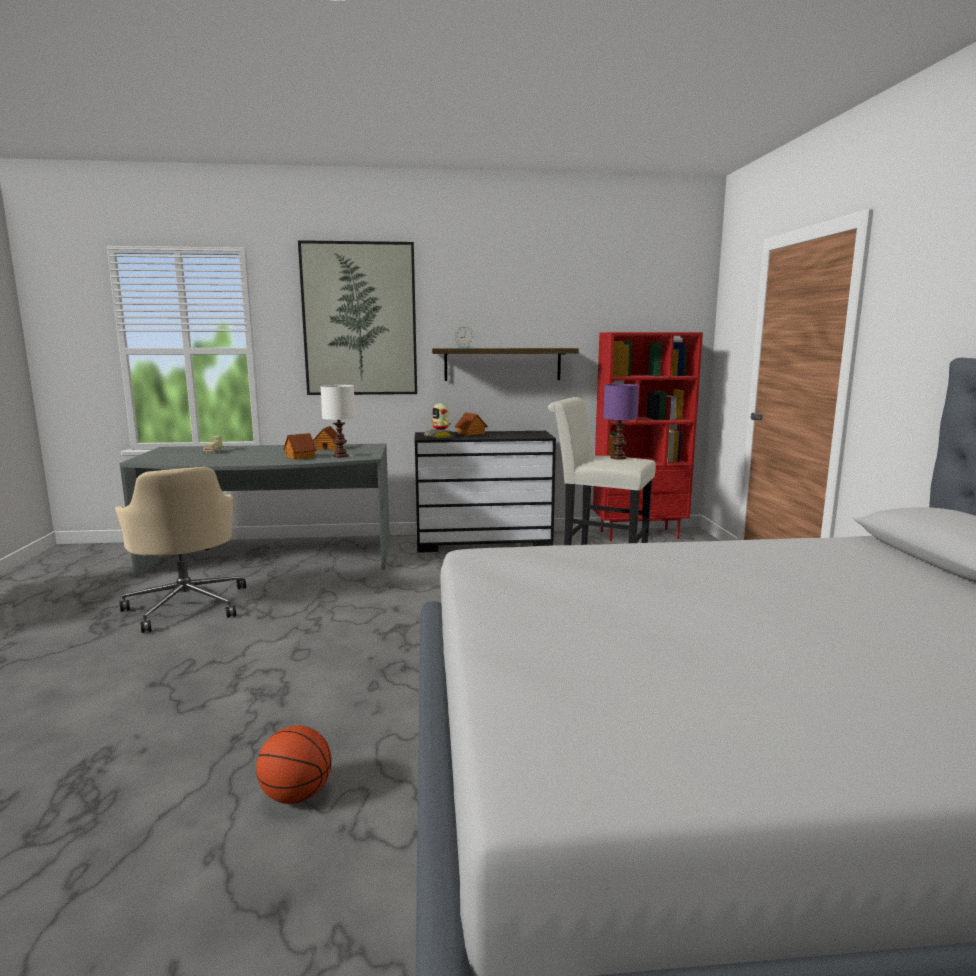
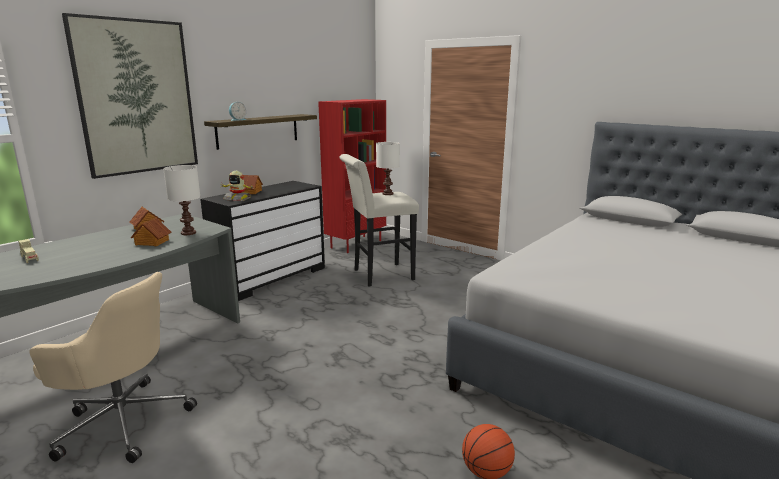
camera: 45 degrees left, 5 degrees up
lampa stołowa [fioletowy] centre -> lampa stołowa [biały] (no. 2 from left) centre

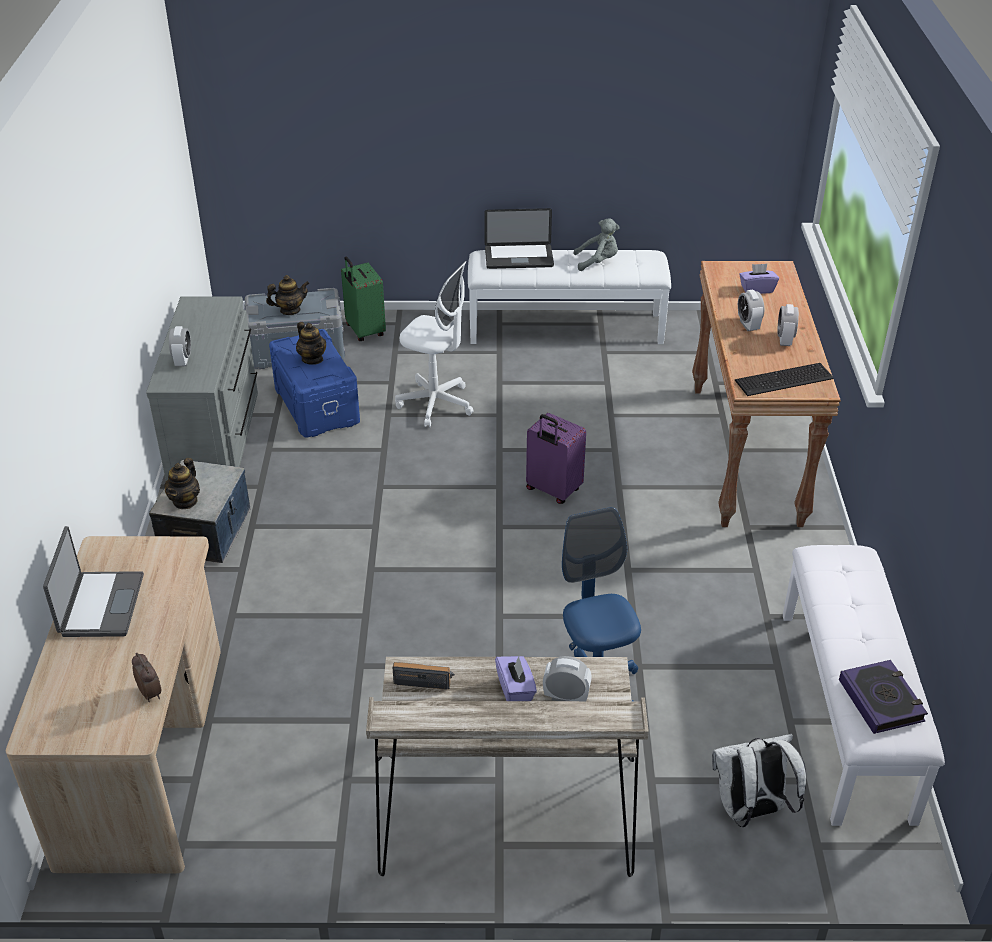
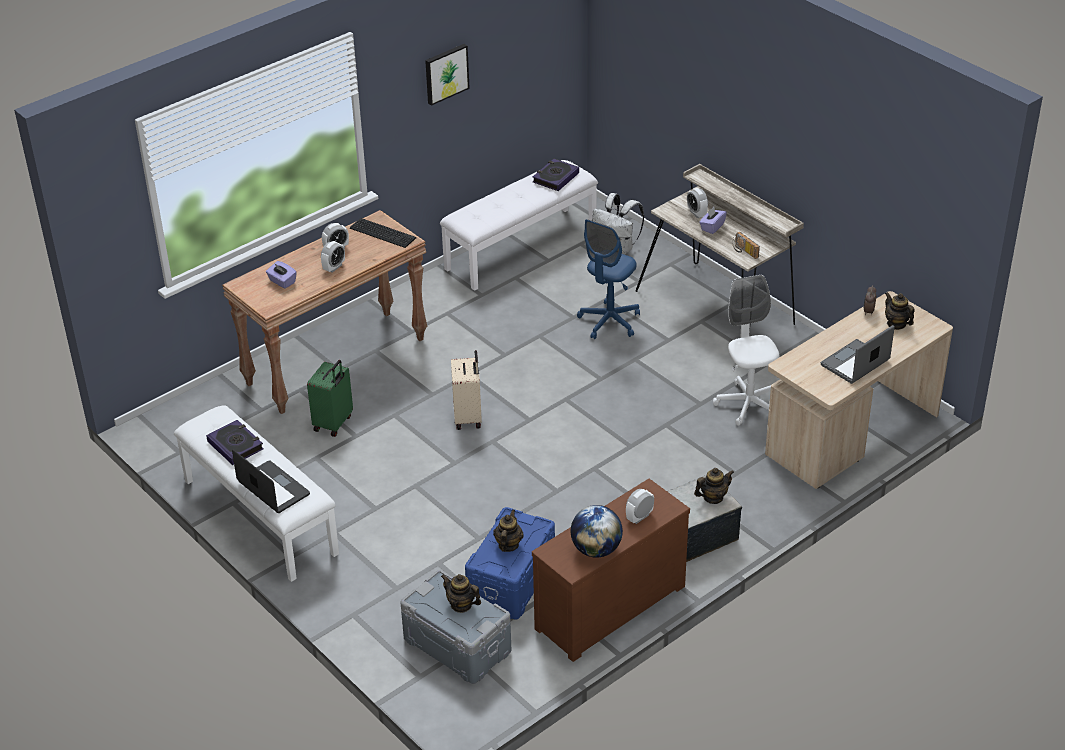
camera: 130 degrees left, 0 degrees up
none -> obraz top centre
none -> globus bottom centre
none -> imbryk (no. 4 from left) middle right
walizka [zielony] top centre -> walizka [zielony] middle left, relocated
krzesło biurowe [biały] centre -> krzesło biurowe [biały] middle right, relocated
pluszak [szary] top centre -> książka (no. 1 from left) middle left
komoda [szary] middle left -> komoda [brązowy] bottom centre
walizka [fioletowy] centre -> walizka [beżowy] centre

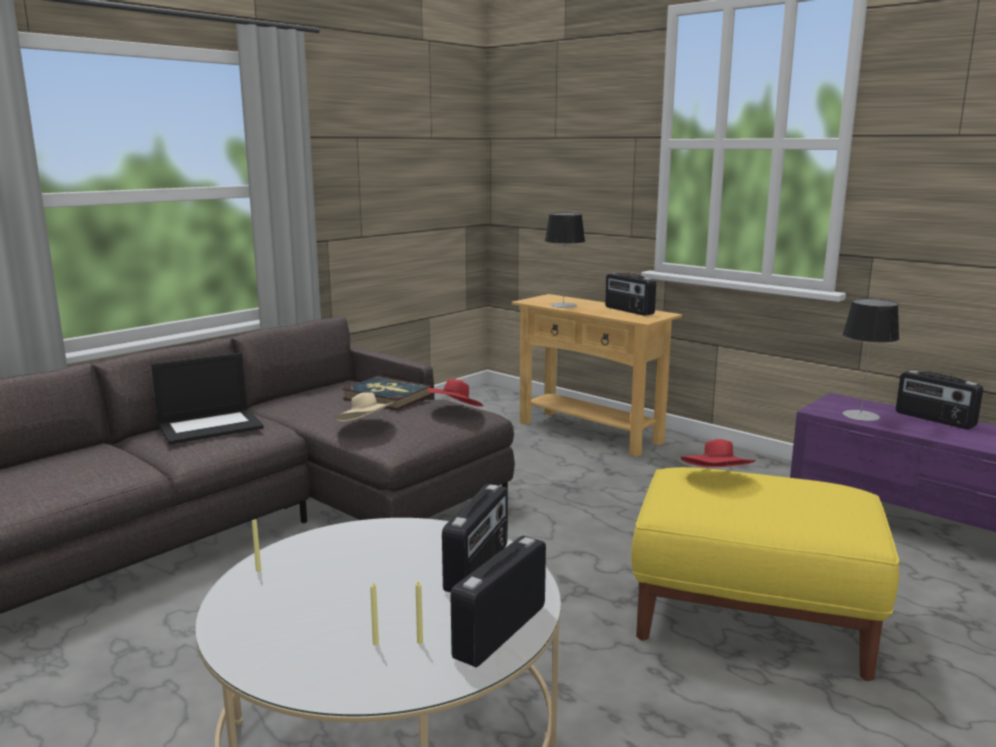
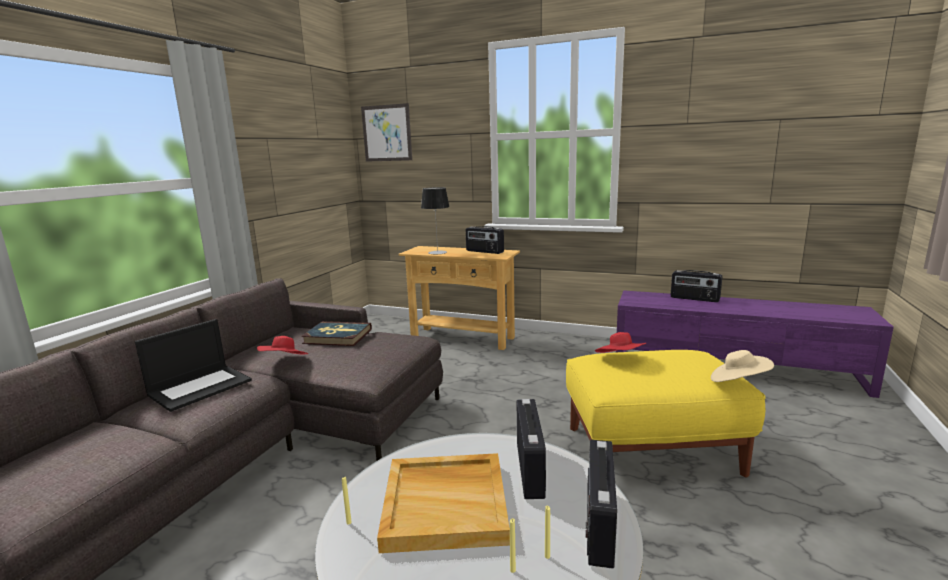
camera: 20 degrees left, 0 degrees up
lampa stołowa (no. 2 from left) middle right -> none
none -> obraz top centre
none -> taca [beżowy] bottom centre
kapelusz [beżowy] centre -> kapelusz [beżowy] middle right, relocated
kapelusz [czerwony] (no. 1 from left) centre -> kapelusz [czerwony] (no. 1 from left) middle left, relocated

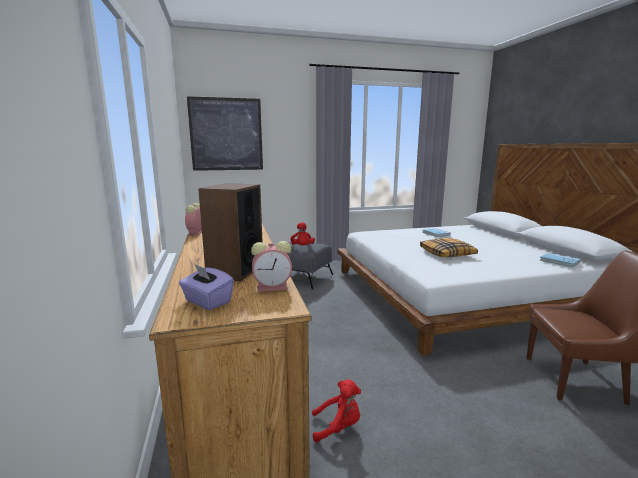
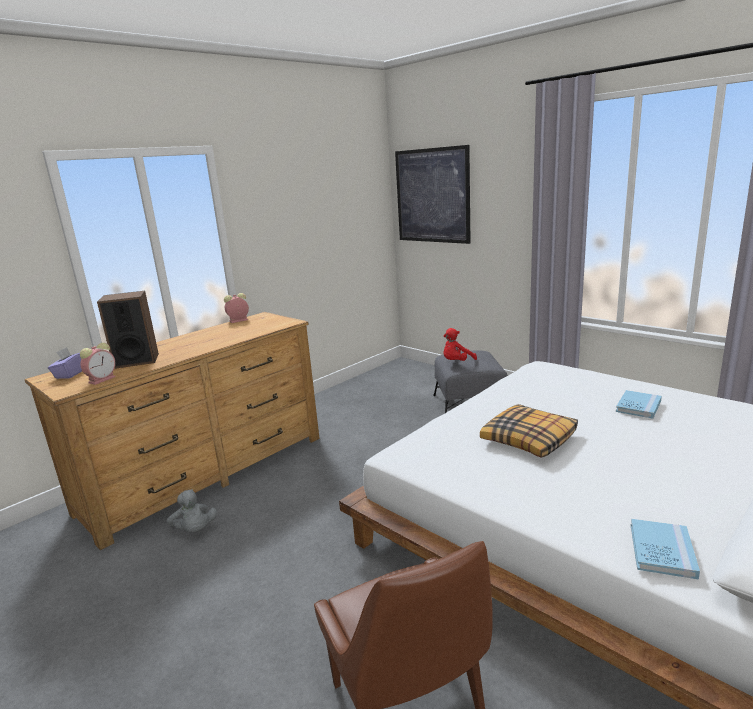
camera: 60 degrees right, 5 degrees up
pluszak [czerwony] (no. 2 from left) bottom centre -> pluszak [szary] bottom left
budzik (no. 2 from left in the first image) centre -> budzik (no. 1 from left) middle left, 105 degrees counterclockwise

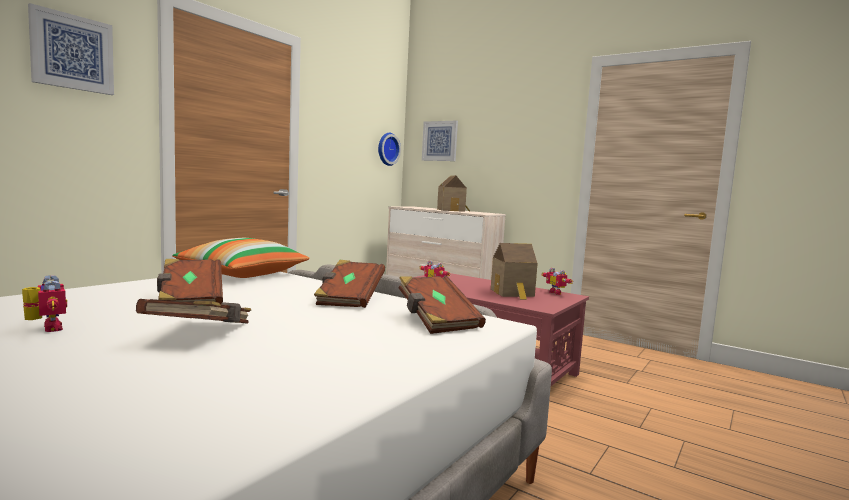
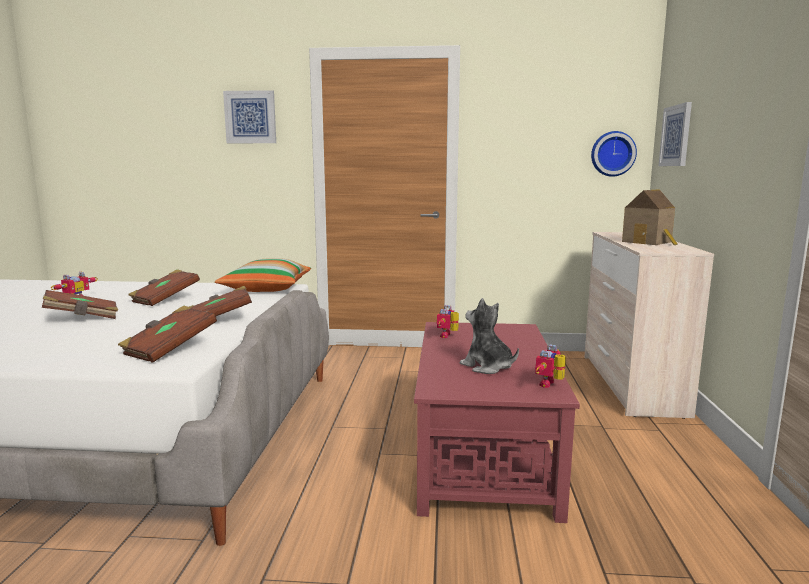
camera: 60 degrees right, 5 degrees up
domek (no. 2 from left) centre -> pluszak centre

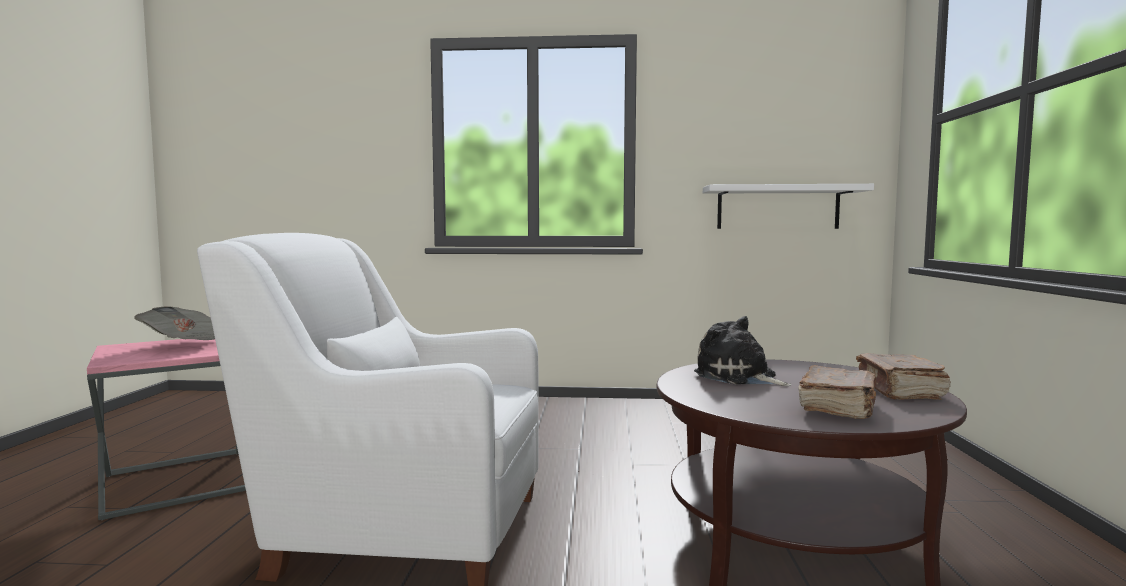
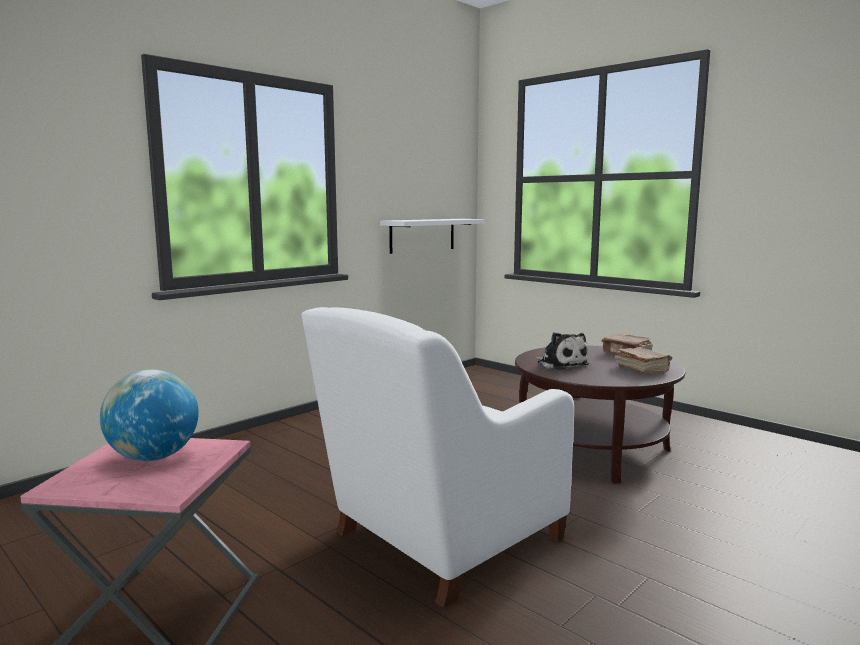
camera: 50 degrees left, 5 degrees up
gazeta middle left -> globus middle left
pluszak centre, 120 degrees counterclockwise

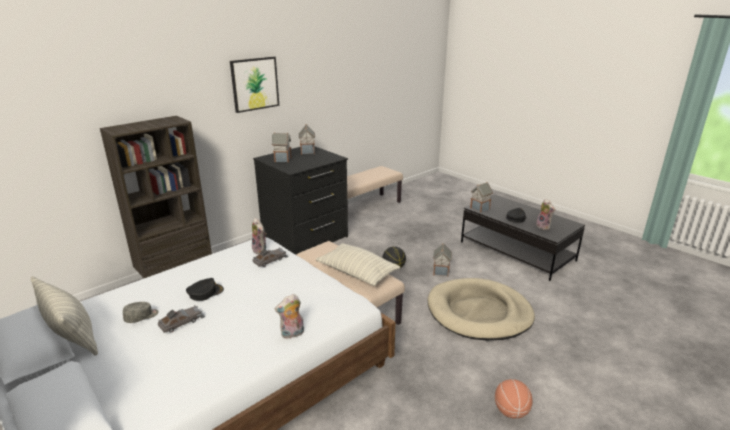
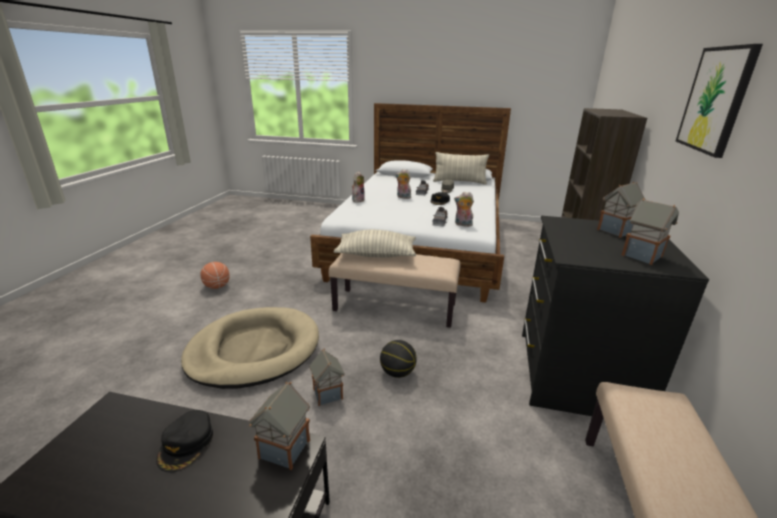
camera: 145 degrees right, 0 degrees up
pluszak (no. 3 from left in the first image) middle right -> pluszak (no. 2 from left) centre, relocated

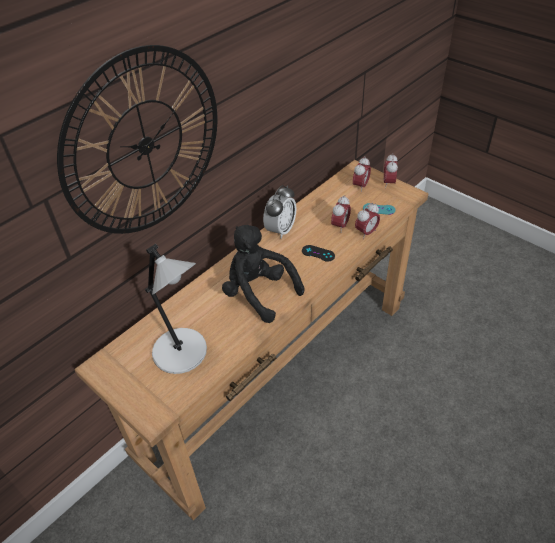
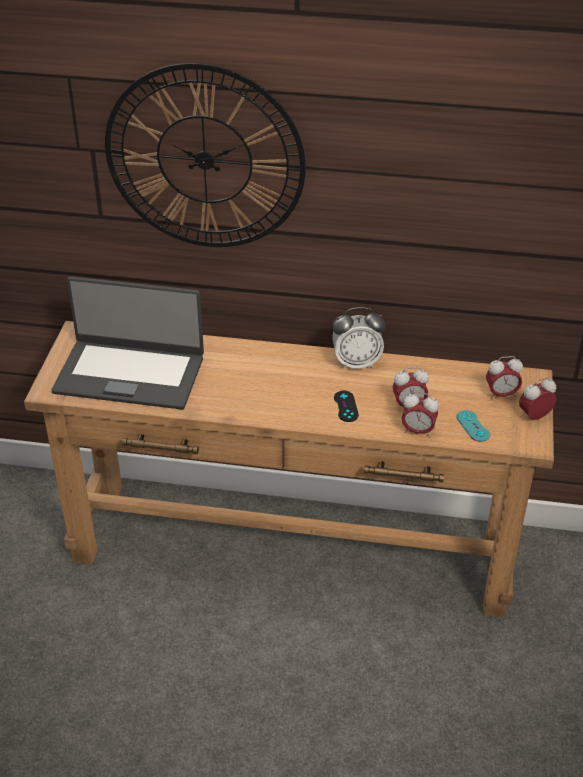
camera: 55 degrees right, 5 degrees down
pluszak [czarny] centre -> none
lampa stołowa [szary] middle left -> laptop middle left

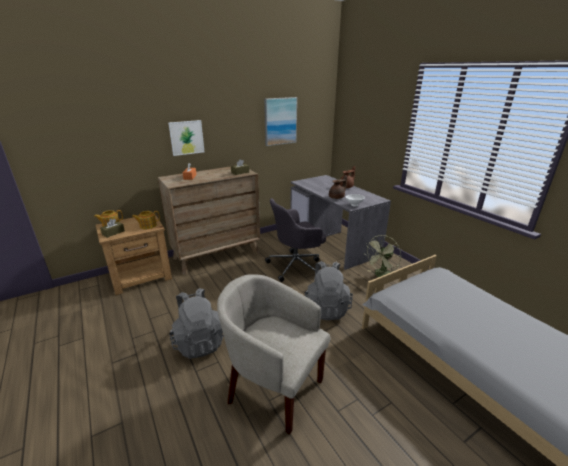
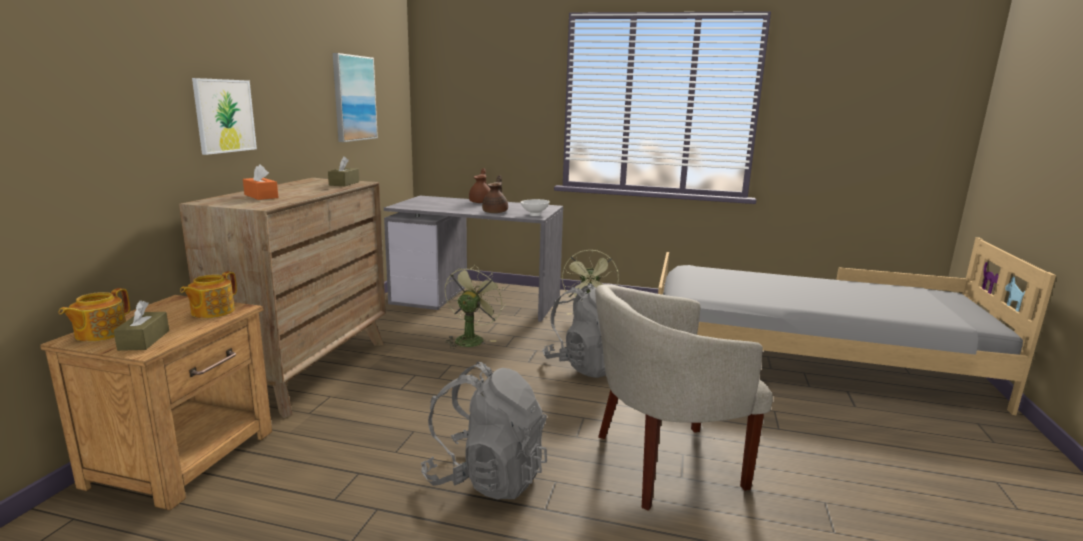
camera: 45 degrees left, 10 degrees down
krzesło biurowe [szary] centre -> wentylator [zielony] (no. 1 from left) centre

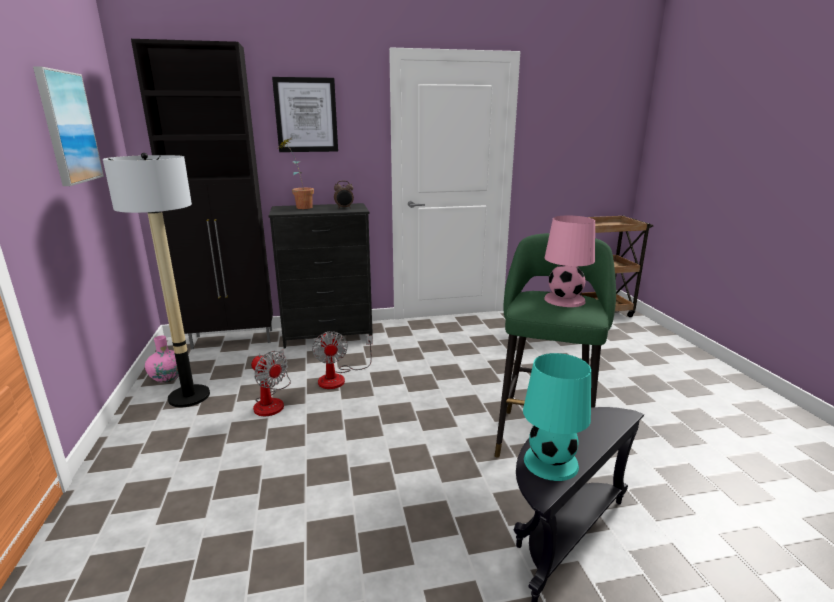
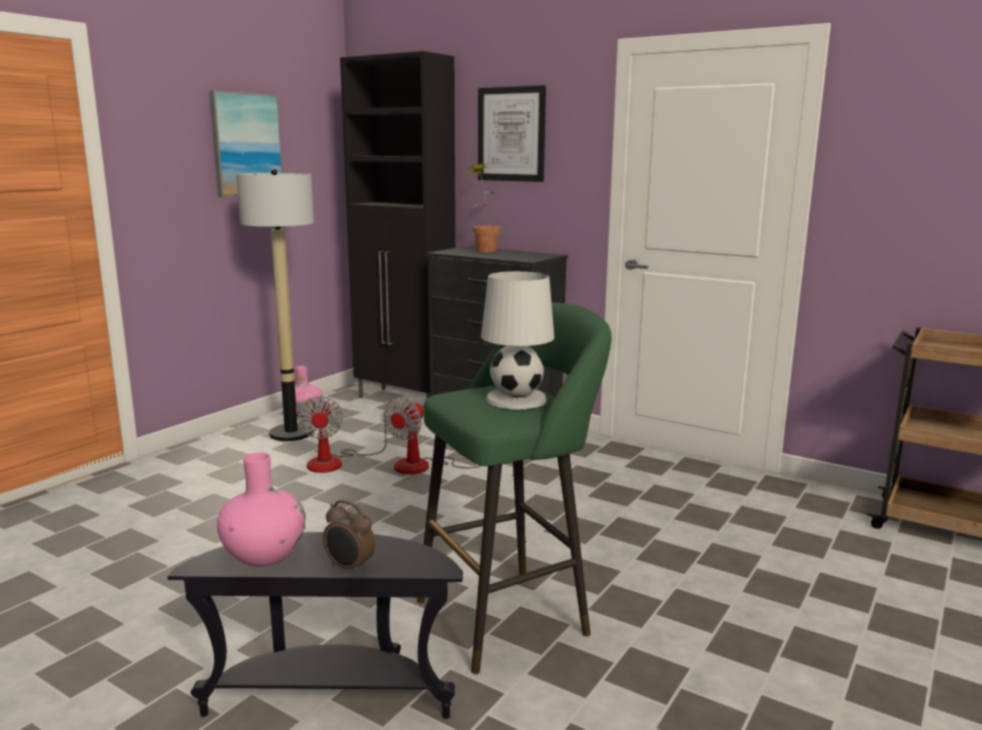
camera: 45 degrees right, 5 degrees down
budzik top centre -> budzik bottom centre, relocated
lampa stołowa [turkusowy] bottom right -> wazon [różowy] (no. 1 from left) bottom left
lampa stołowa [różowy] middle right -> lampa stołowa [biały] centre

